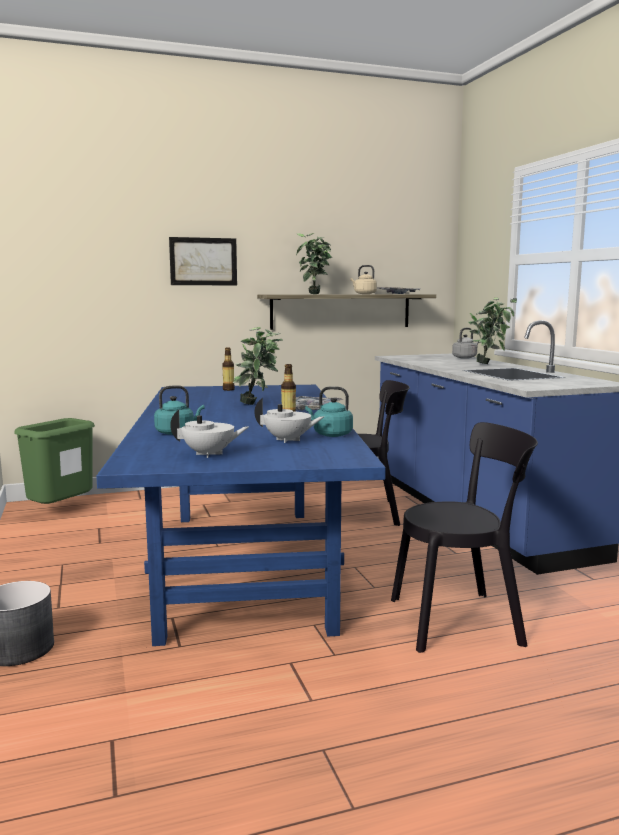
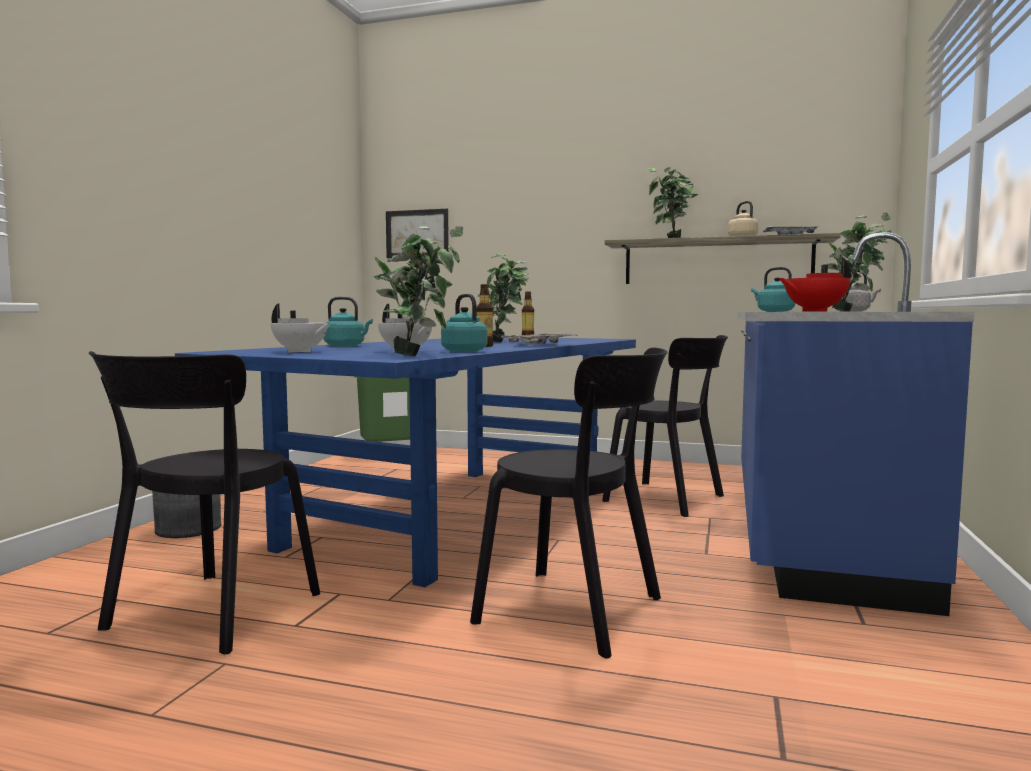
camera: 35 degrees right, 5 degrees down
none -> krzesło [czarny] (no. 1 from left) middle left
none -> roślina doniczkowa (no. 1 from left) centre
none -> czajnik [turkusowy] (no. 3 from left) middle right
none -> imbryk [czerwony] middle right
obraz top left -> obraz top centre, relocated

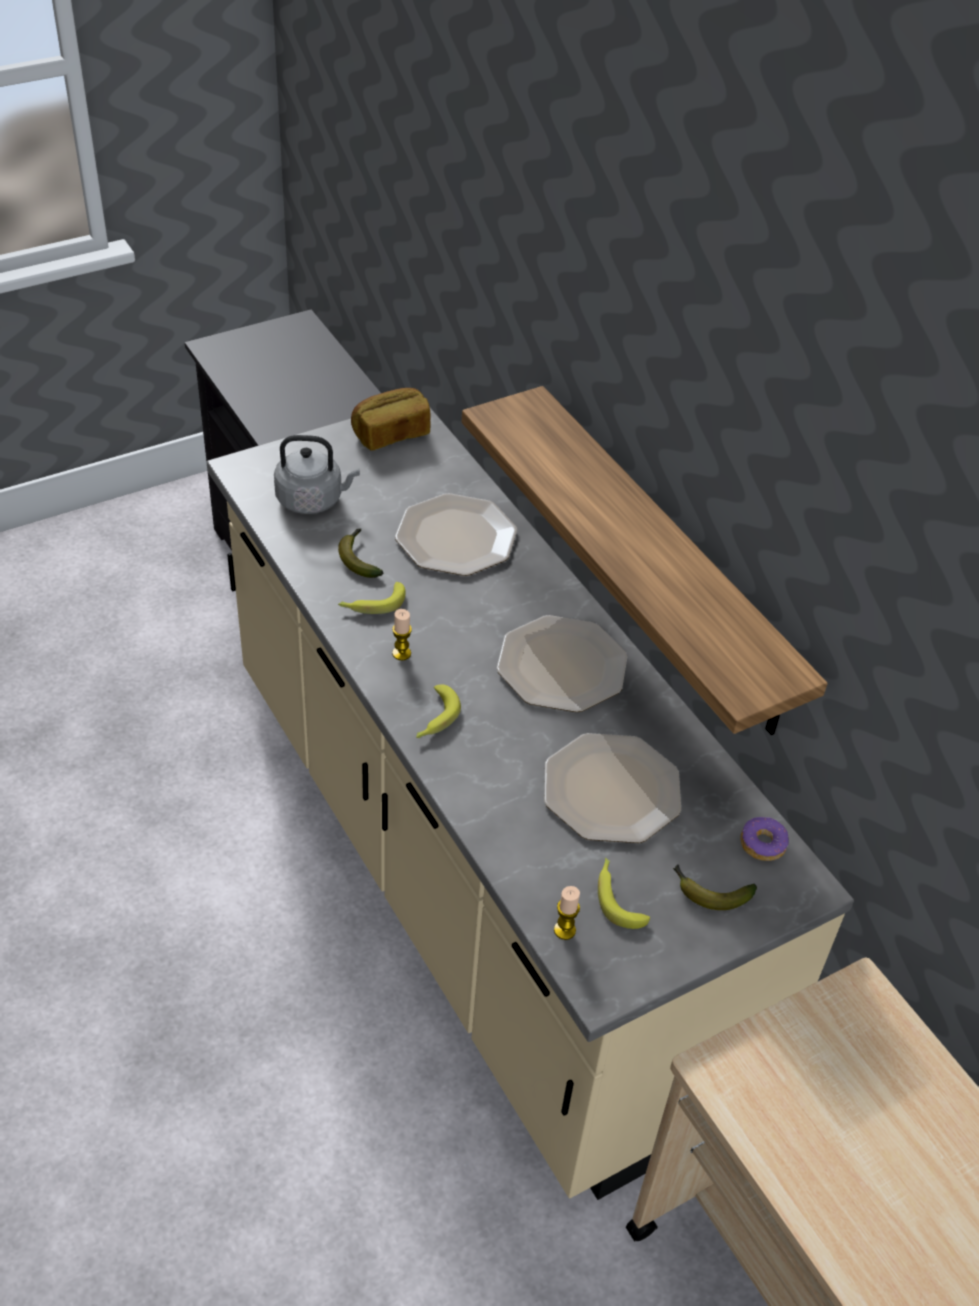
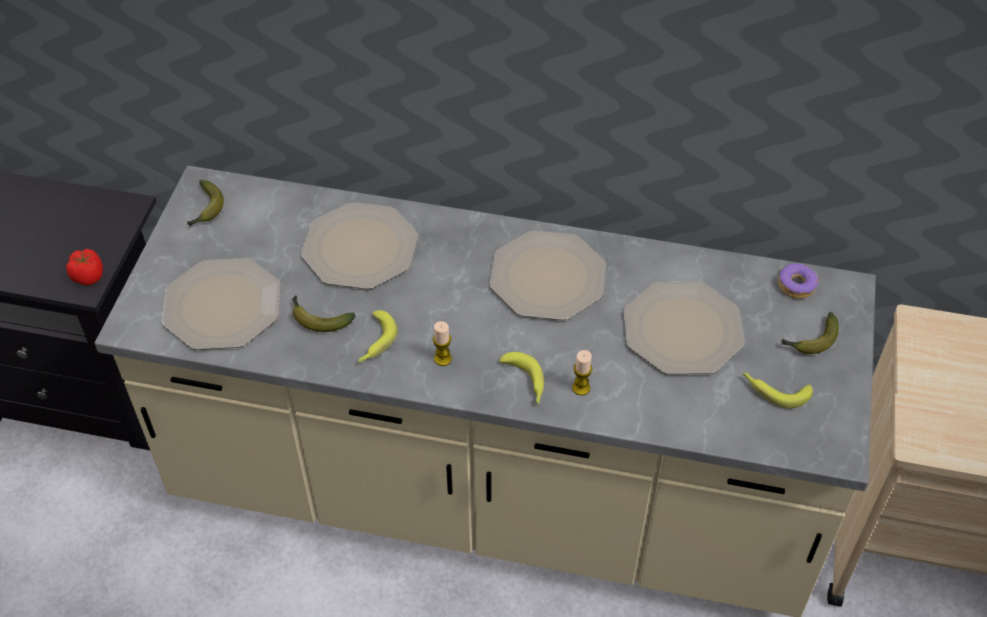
camera: 45 degrees left, 5 degrees up
półka centre -> none
none -> pomidor middle left
świeca (no. 2 from left) bottom centre -> świeca (no. 2 from left) centre, relocated
czajnik [szary] middle left -> talerz (no. 1 from left) middle left
chleb top centre -> banan (no. 1 from left) top left

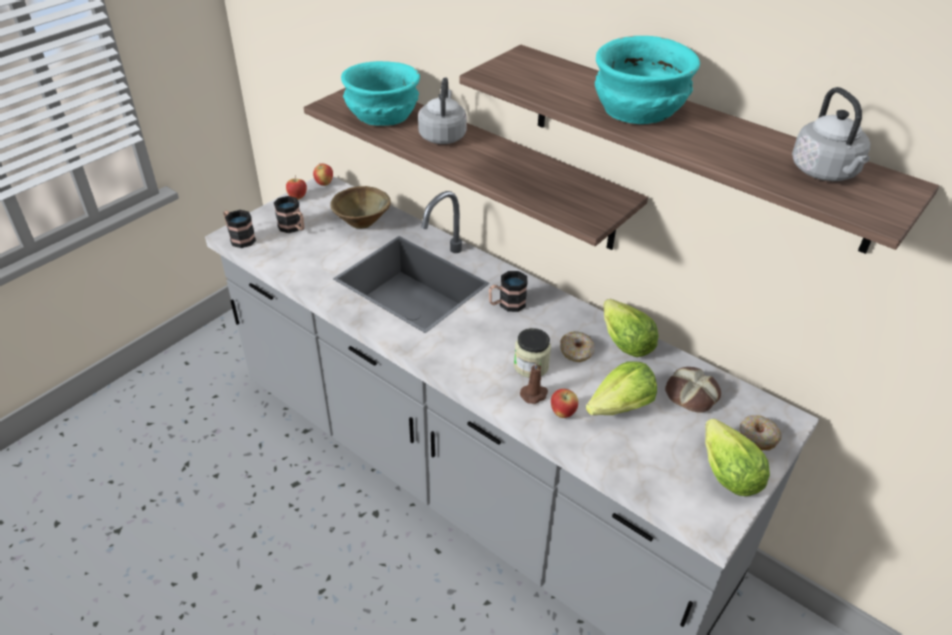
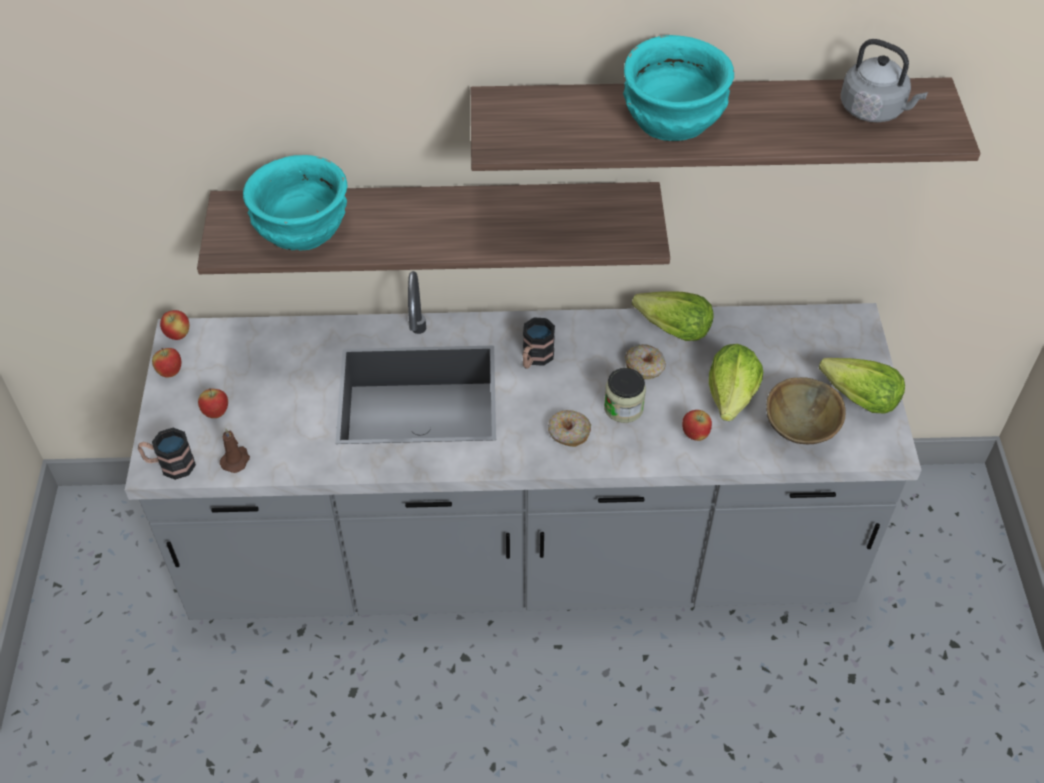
camera: 40 degrees left, 10 degrees up
czajnik [szary] (no. 1 from left) top centre -> none
chleb middle right -> none
miska [brązowy] top centre -> miska [brązowy] middle right, relocated
świeca [brązowy] centre -> świeca [brązowy] middle left, relocated
donut (no. 2 from left in the first image) bottom right -> donut (no. 1 from left) centre, relocated
kubek (no. 2 from left) middle left -> jabłko (no. 3 from left) middle left

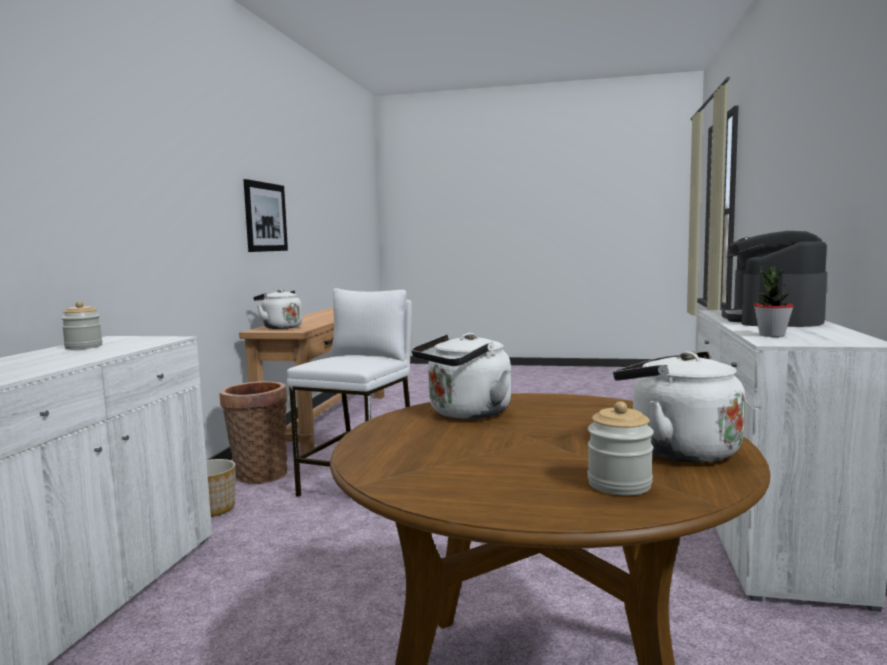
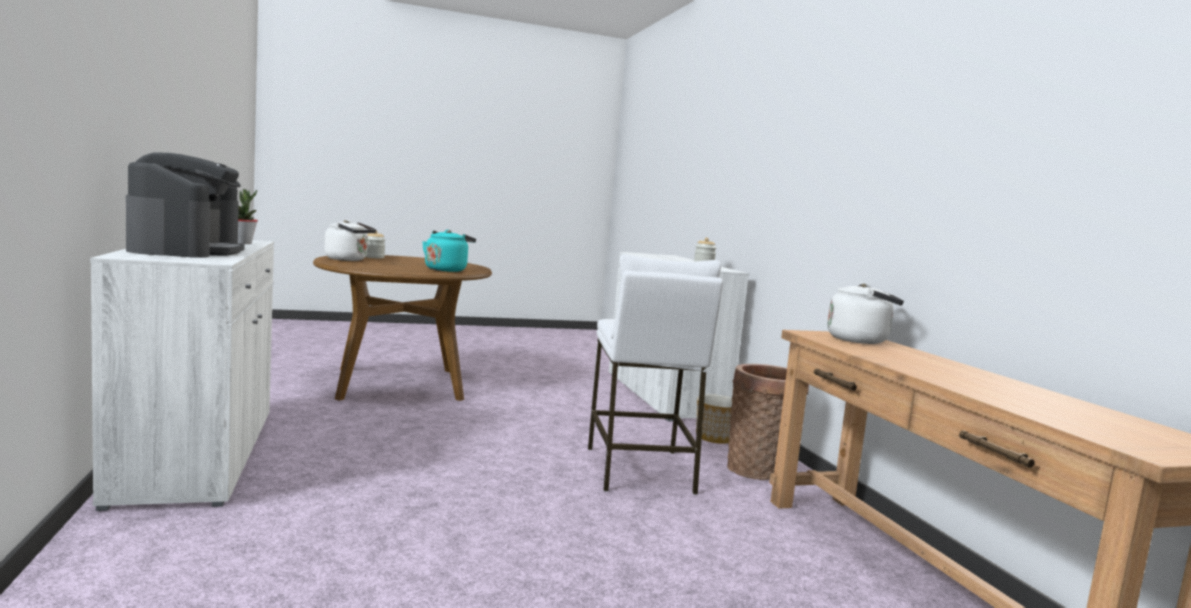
camera: 150 degrees right, 0 degrees up
obraz top left -> none
czajnik [biały] (no. 2 from left) centre -> czajnik [turkusowy] centre

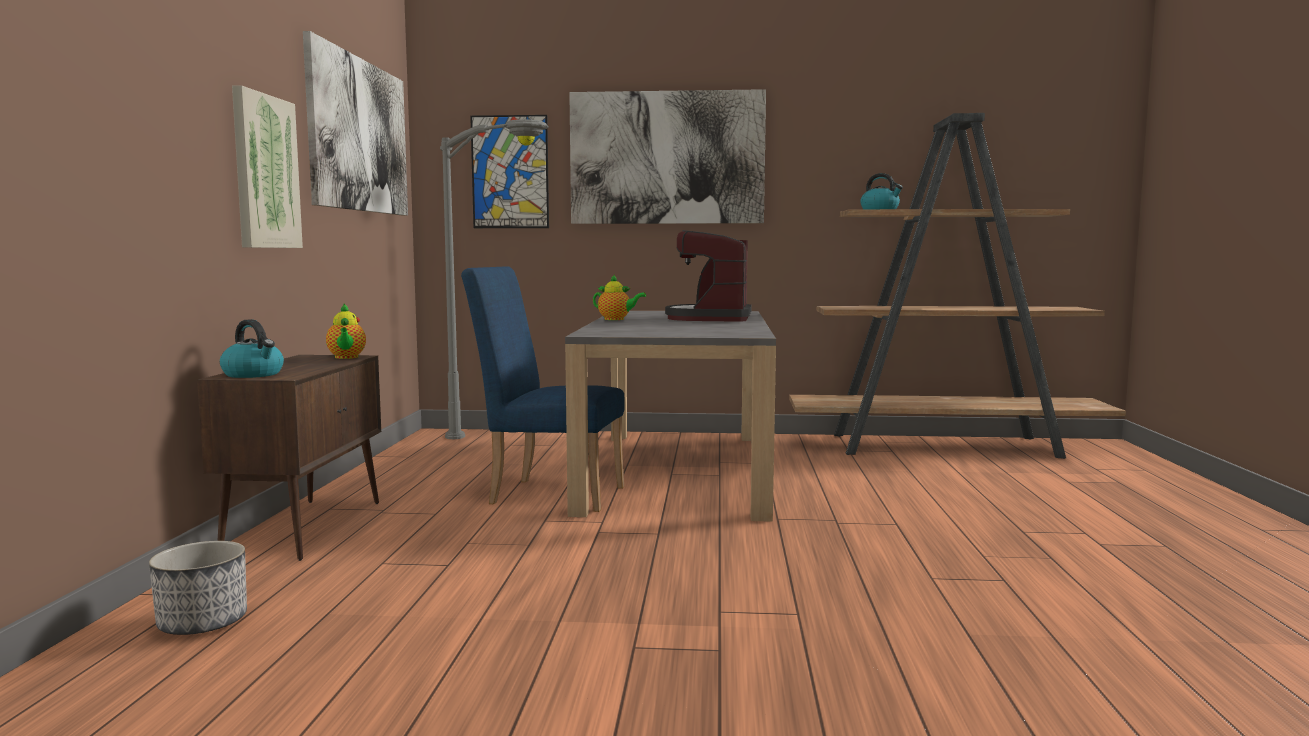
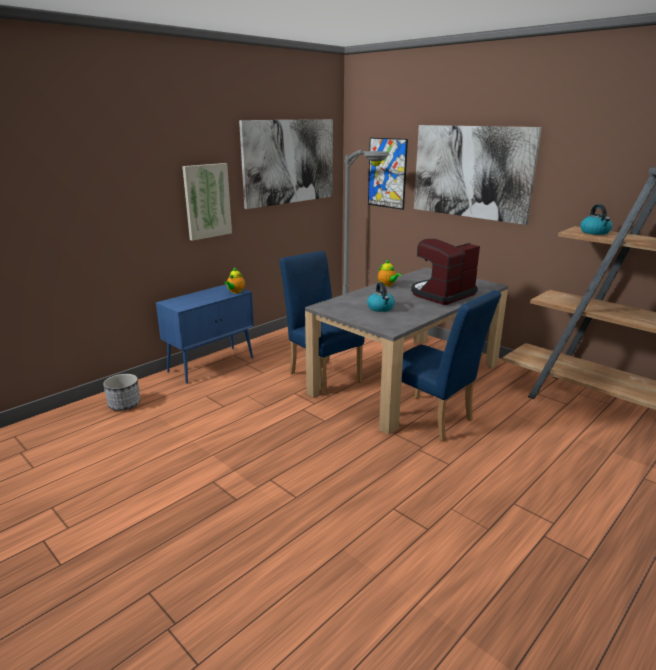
camera: 40 degrees right, 15 degrees up
none -> krzesło [niebieski] (no. 2 from left) middle right
czajnik (no. 1 from left) middle left -> czajnik (no. 1 from left) centre, relocated
szafka [brązowy] middle left -> szafka [niebieski] middle left

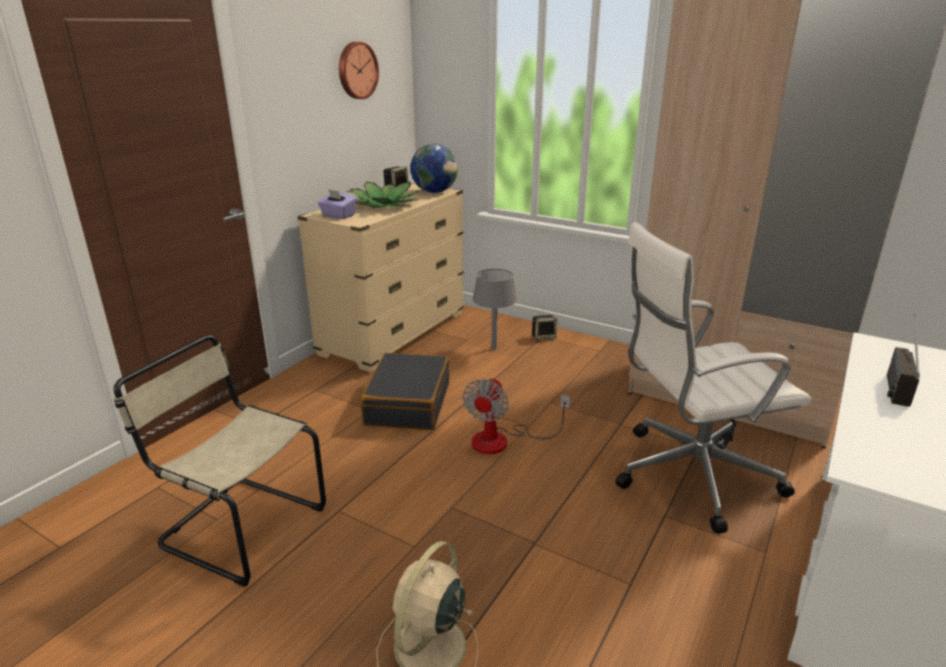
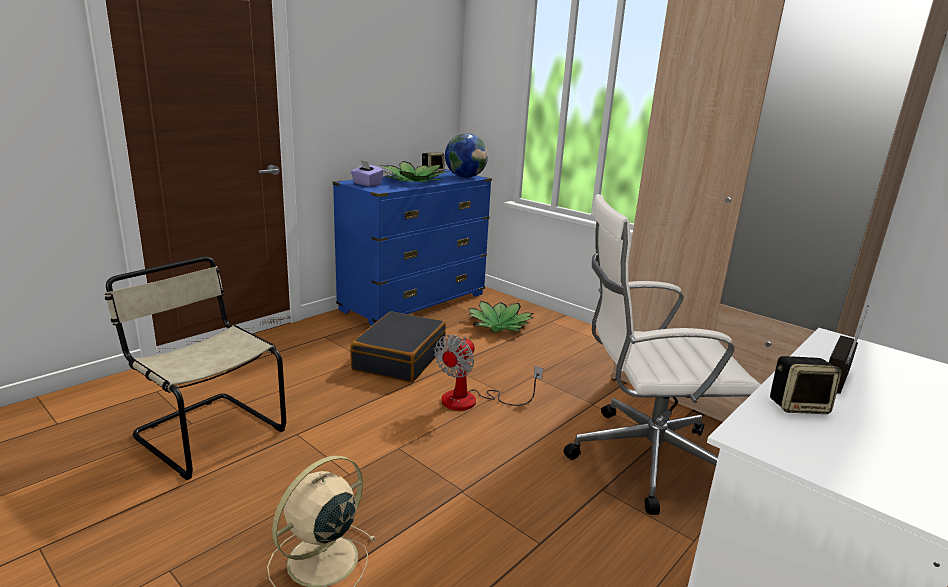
camera: 10 degrees right, 5 degrees down
zegar ścienny top centre -> none
głośnik (no. 2 from left) centre -> głośnik (no. 2 from left) middle right, relocated
lampa stołowa [szary] centre -> roślina doniczkowa (no. 2 from left) centre
komoda [beżowy] centre -> komoda [niebieski] centre

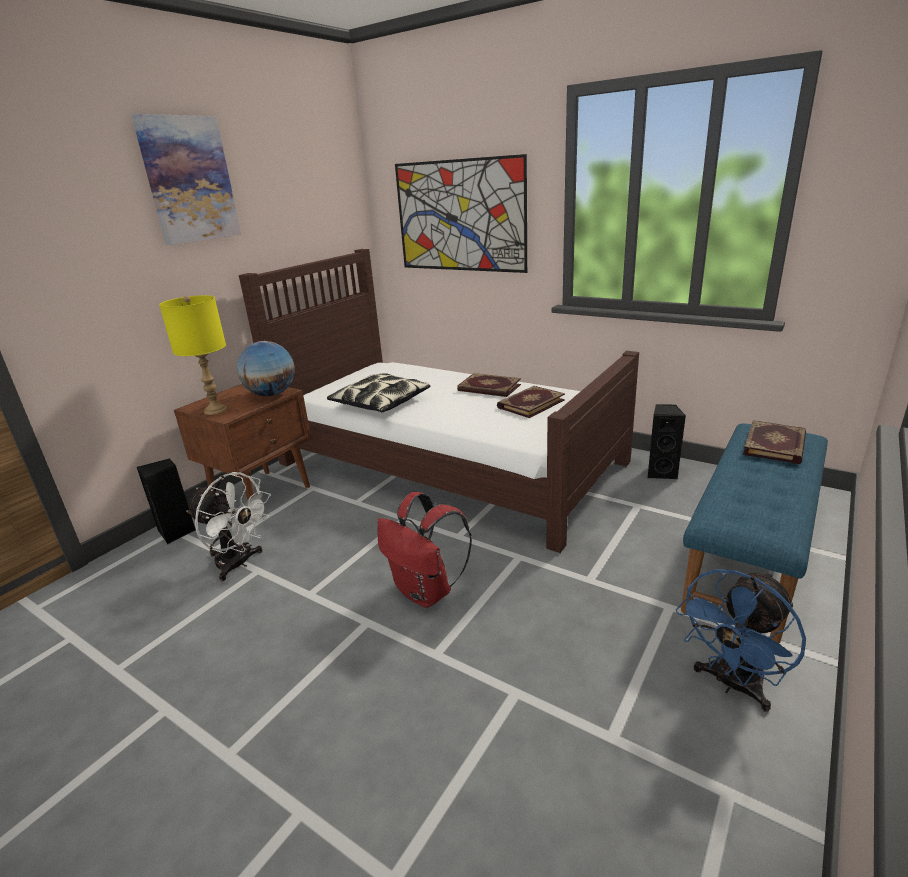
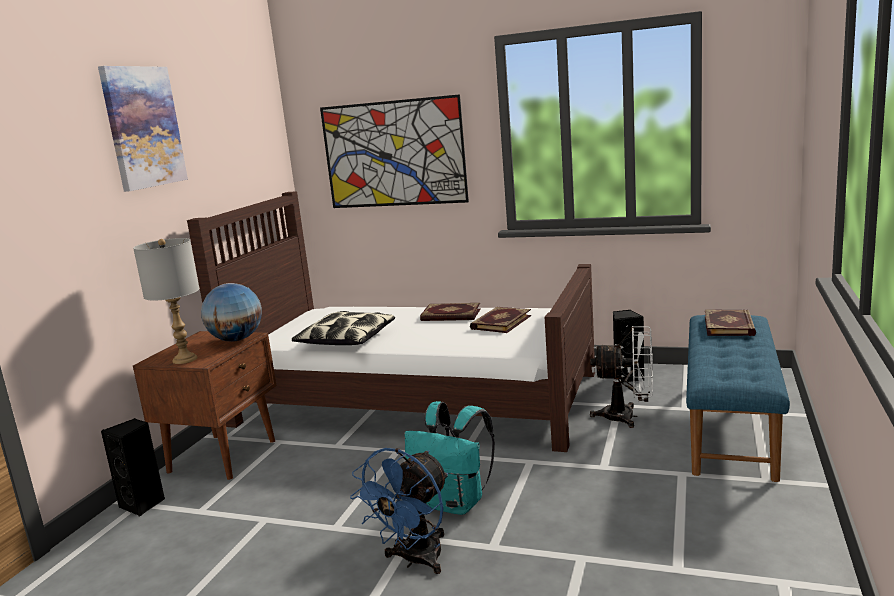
camera: 15 degrees left, 10 degrees down
wentylator [biały] middle left -> wentylator [biały] middle right, relocated
wentylator [niebieski] bottom right -> wentylator [niebieski] bottom centre, relocated
lampa stołowa [żółty] middle left -> lampa stołowa [szary] middle left
plecak [czerwony] centre -> plecak [turkusowy] bottom centre

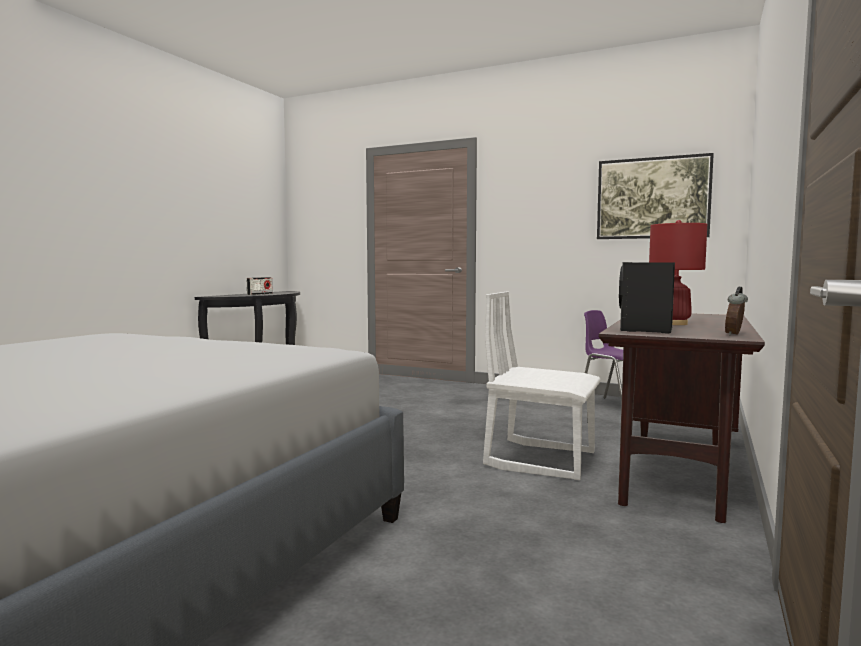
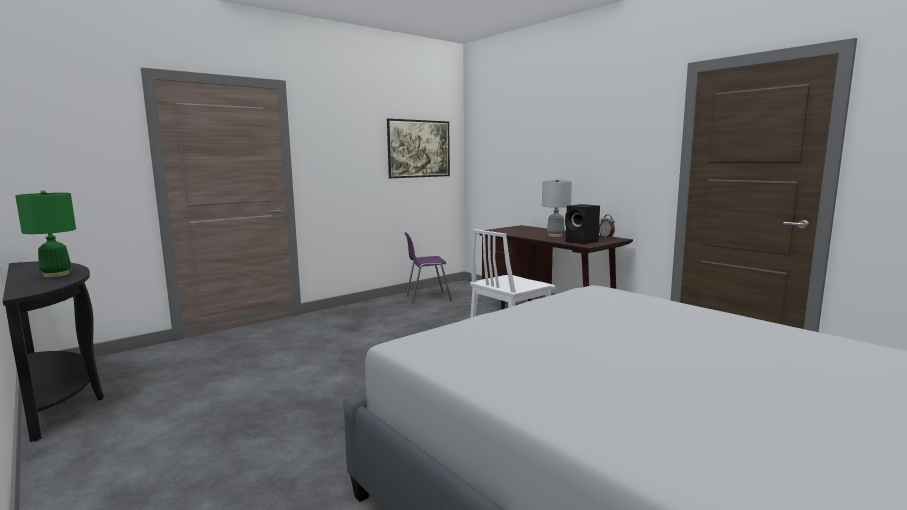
camera: 65 degrees left, 5 degrees up
radio middle left -> lampa stołowa [zielony] middle left
lampa stołowa [czerwony] middle right -> lampa stołowa [szary] centre

